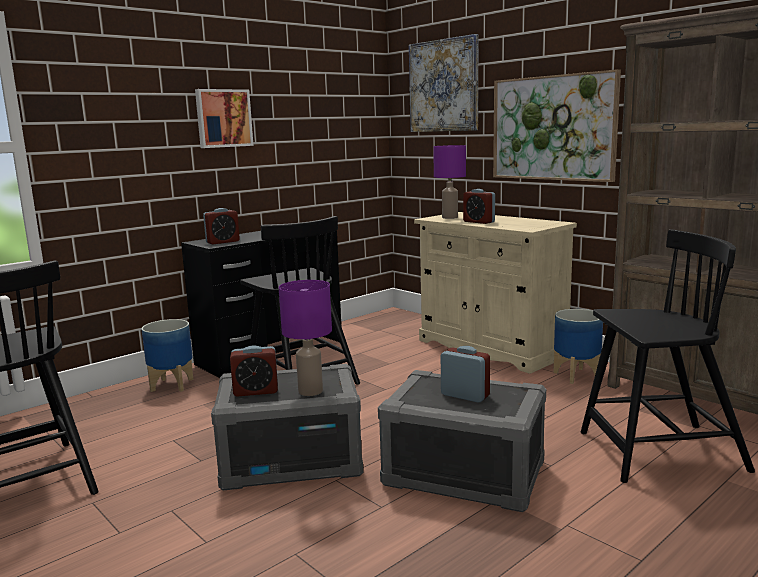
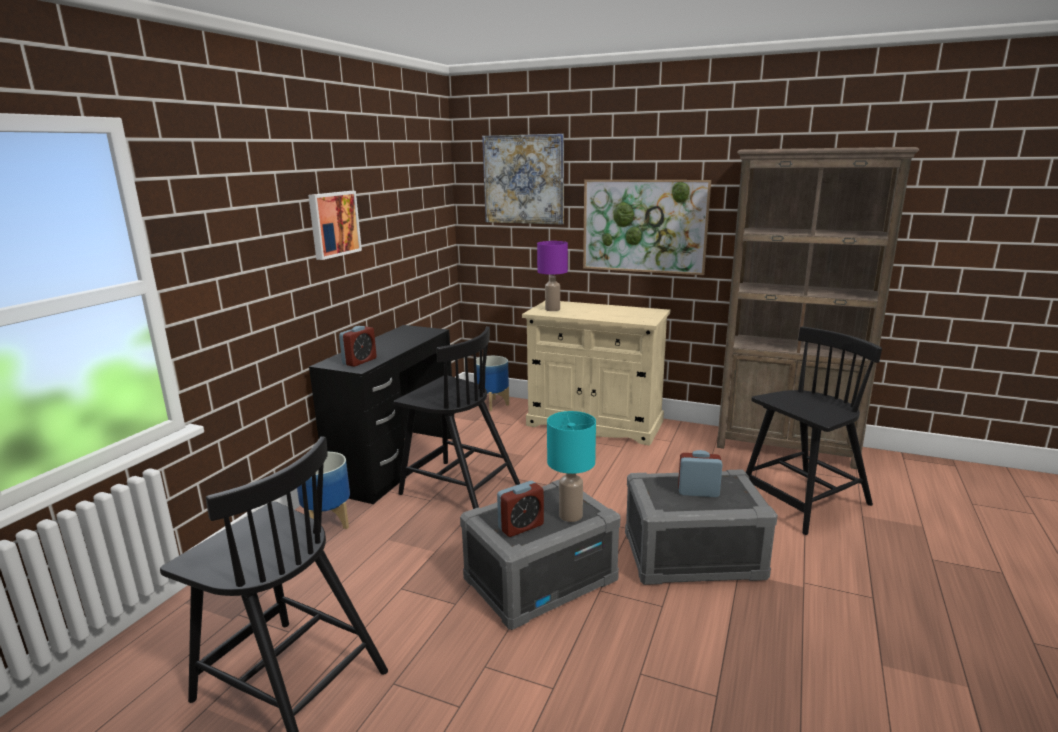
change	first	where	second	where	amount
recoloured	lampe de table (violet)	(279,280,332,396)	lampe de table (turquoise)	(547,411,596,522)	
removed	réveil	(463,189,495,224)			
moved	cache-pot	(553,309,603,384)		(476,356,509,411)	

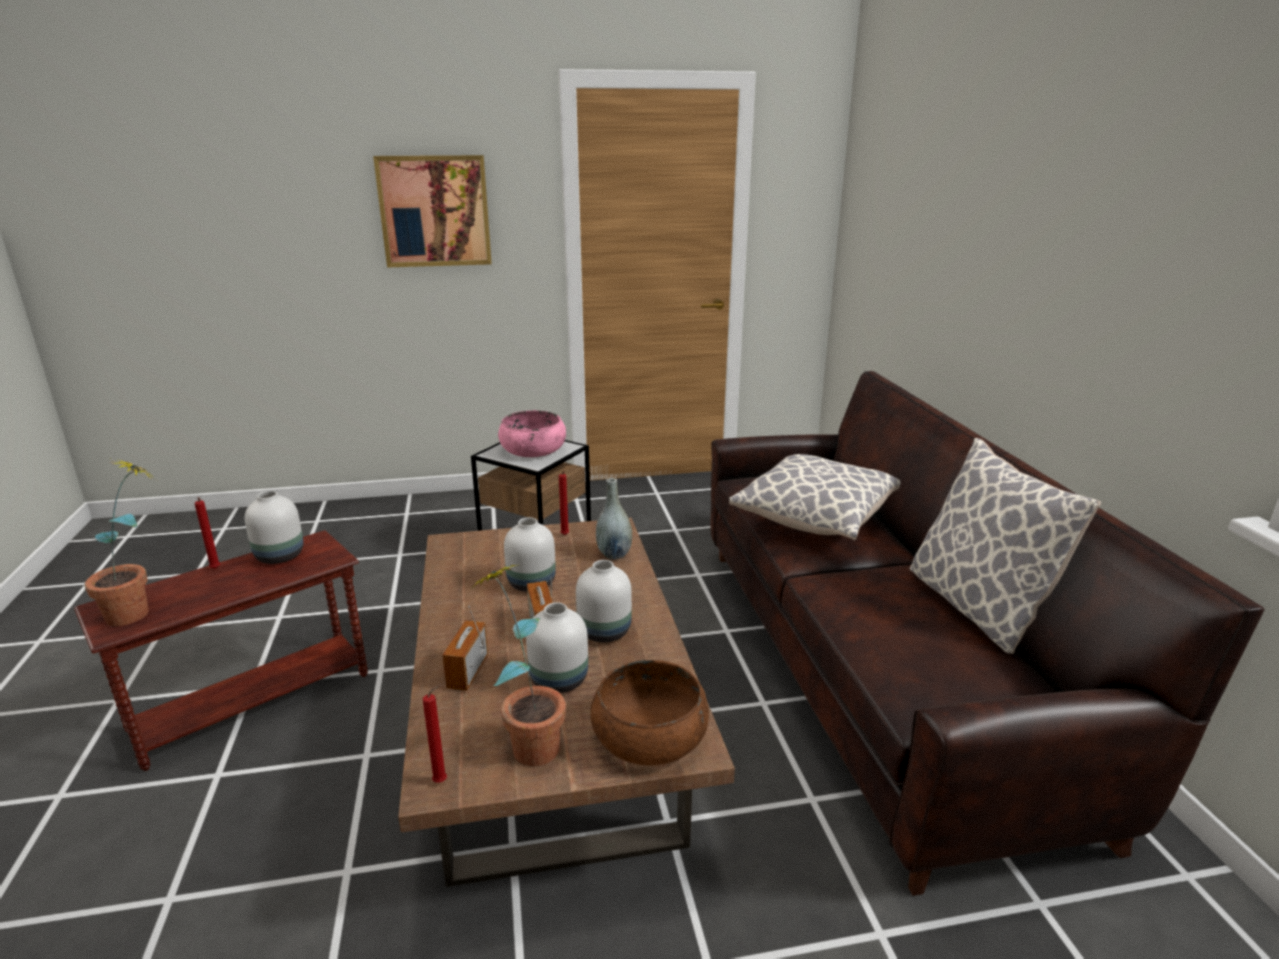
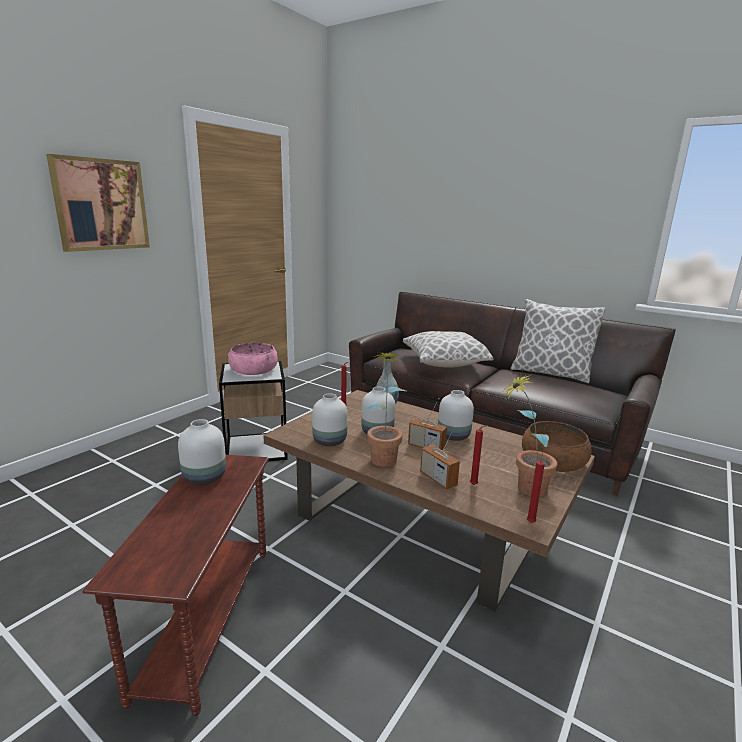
change	first	where	second	where	amount
moved	plante en pot	(84,459,155,626)		(364,352,406,467)	
moved	bougie (rouge)	(194,497,220,569)		(470,425,488,485)	
moved	vase (blanc)	(526,602,588,693)		(312,394,348,446)	

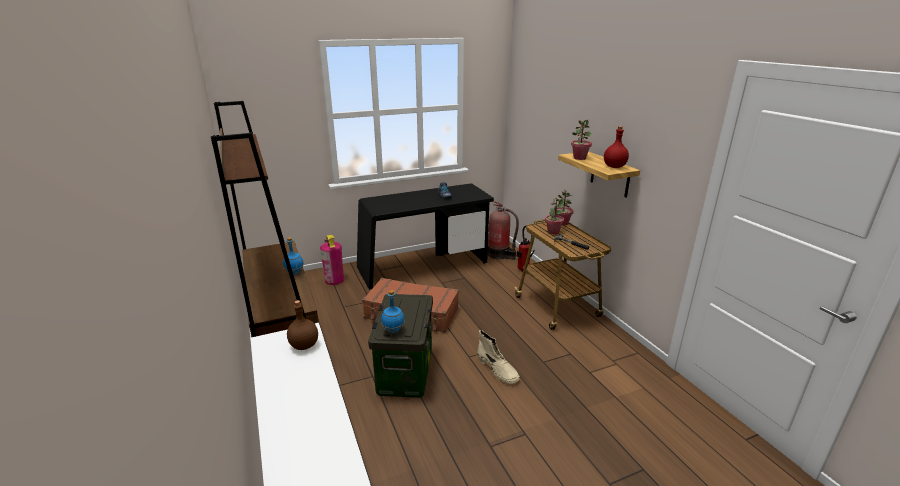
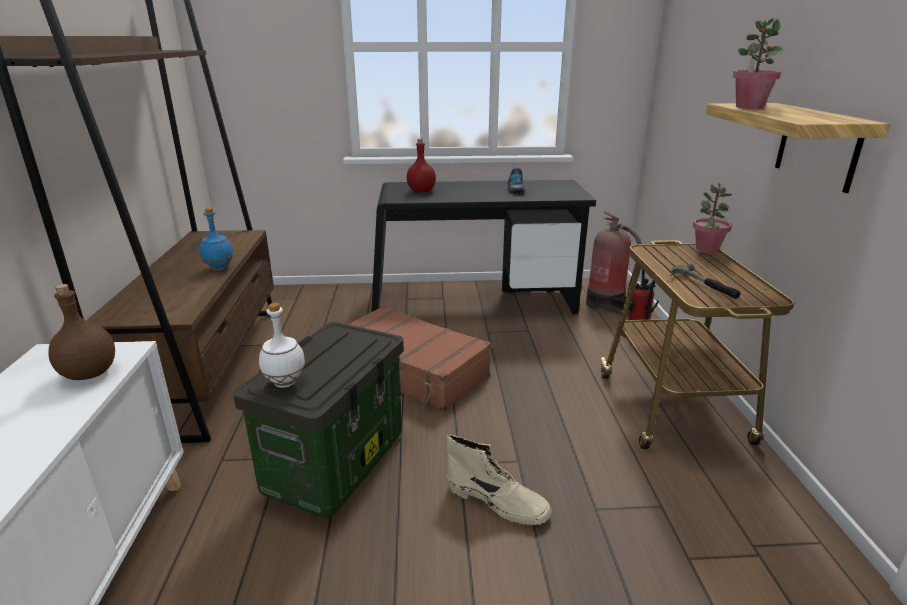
change	first	where	second	where	amount
removed	extincteur	(320,235,344,285)			
recoloured	bouteille (bleu)	(381,290,405,334)	bouteille (blanc)	(259,303,305,388)	
turned	botte (beige)	(478,330,520,384)		(447,435,552,525)	45 degrees counterclockwise
removed	plante en pot	(545,198,564,234)			
moved	bouteille (rouge)	(604,126,629,168)		(407,139,436,193)	

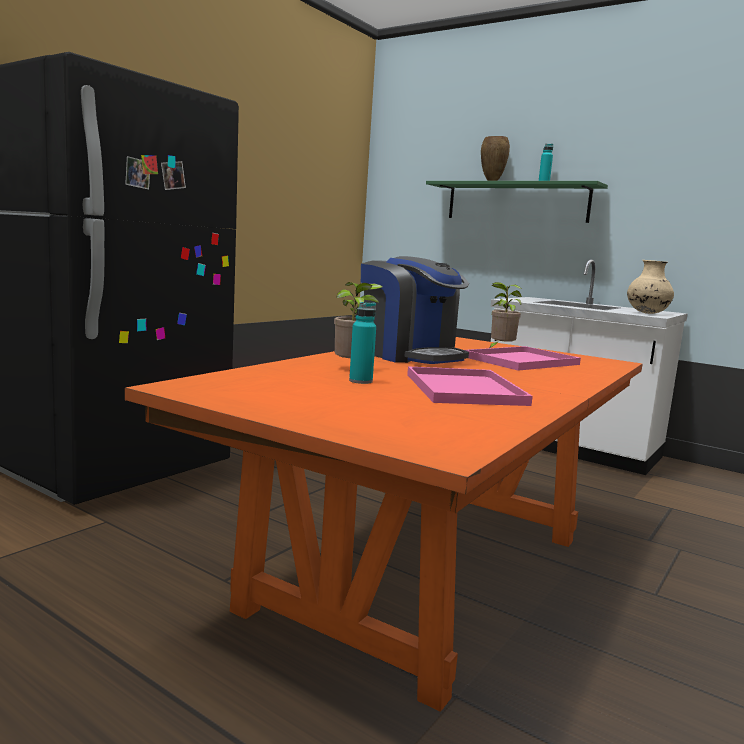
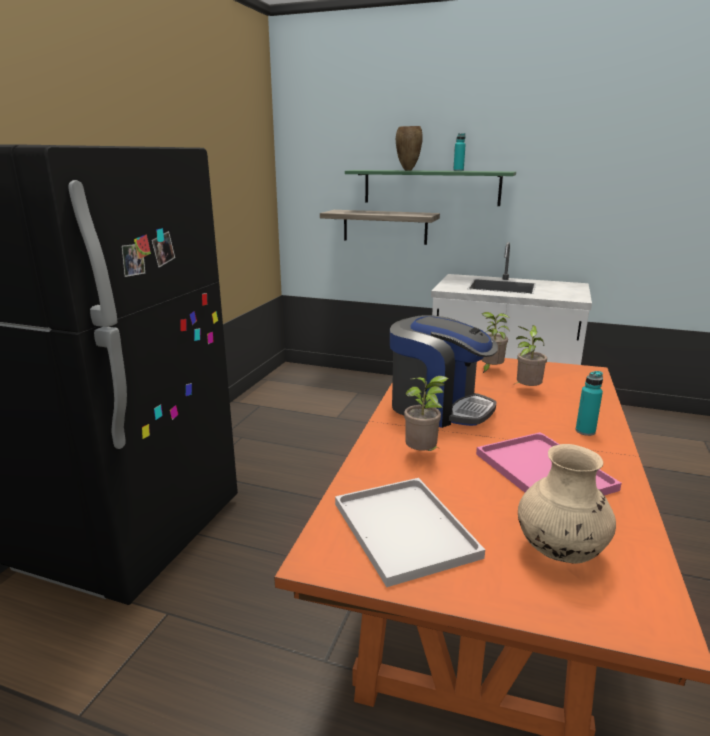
change	first	where	second	where	amount
moved	bouteille (turquoise)	(349,302,376,384)		(575,371,603,436)	
replaced	plateau (rose)	(465,346,581,371)	plante en pot	(513,325,547,386)	
moved	vase (beige)	(627,260,674,314)		(518,444,616,564)	
added			étagère	(320,210,440,245)	
added			plateau (blanc)	(335,478,485,587)	

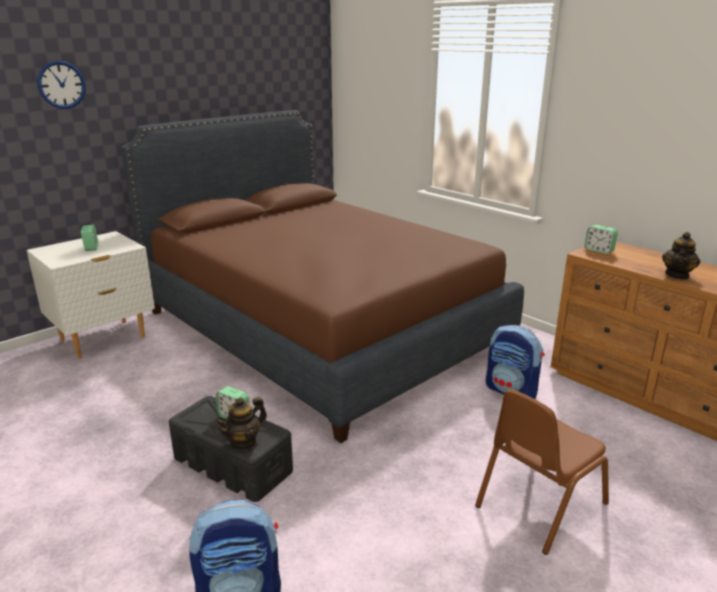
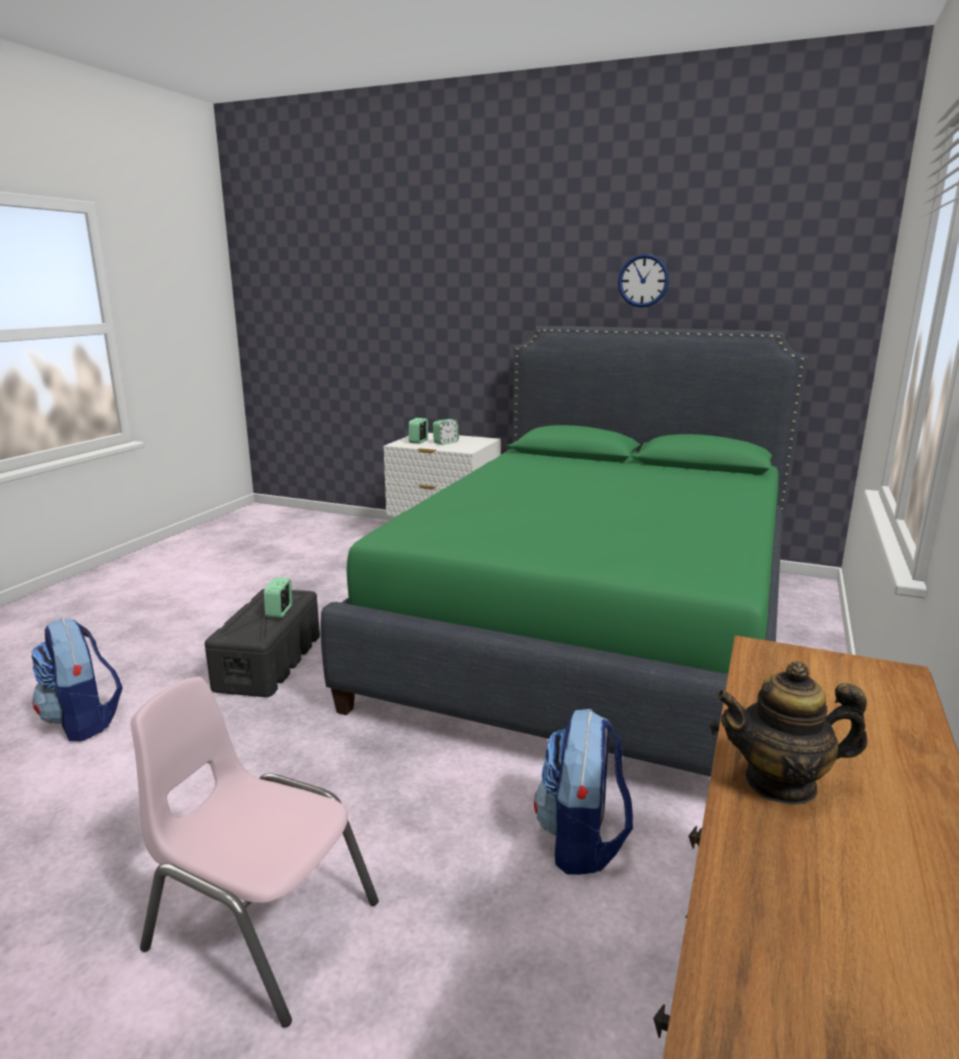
change	first	where	second	where	amount
moved	horloge murale	(37,61,86,109)		(618,254,669,308)	
recoloured	lit (marron)	(121,110,524,443)	lit (vert)	(320,326,808,777)	
removed	théière	(215,397,267,450)			
recoloured	chaise (marron)	(475,389,609,555)	chaise (rose)	(131,677,379,1028)	
moved	réveil	(585,225,618,254)		(409,418,428,444)	

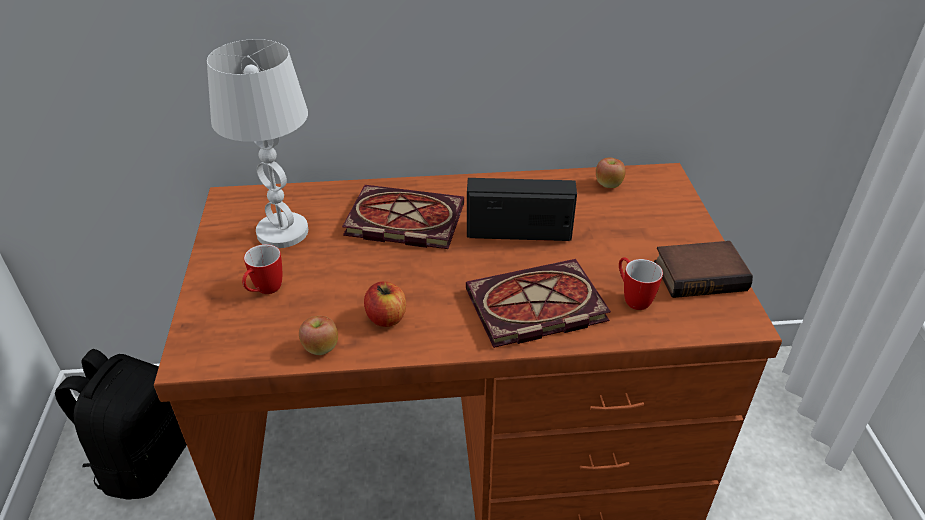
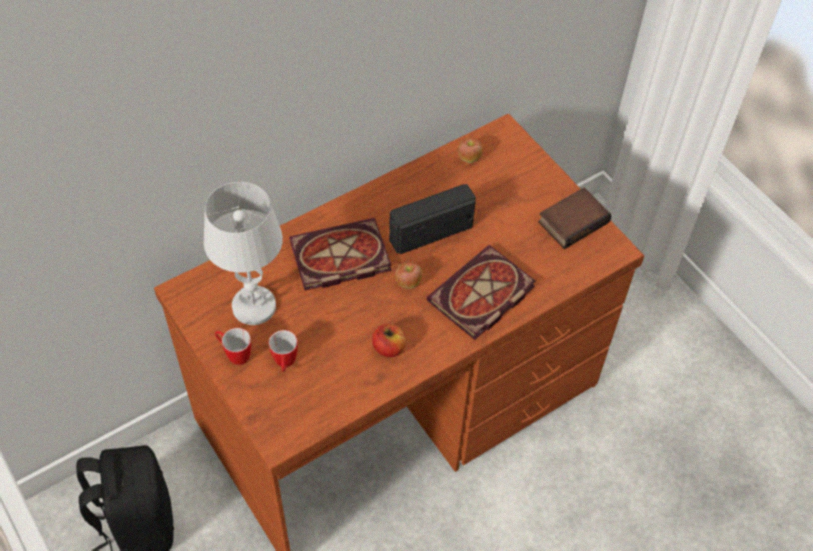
change	first	where	second	where	amount
moved	pomme	(299,316,338,355)		(395,261,422,289)	
moved	mug	(619,257,663,310)		(215,328,251,365)	

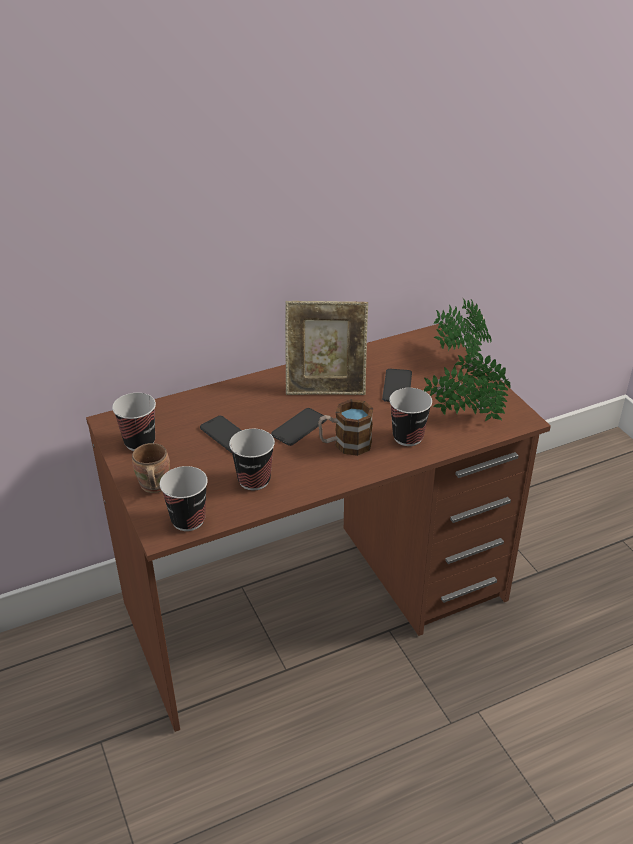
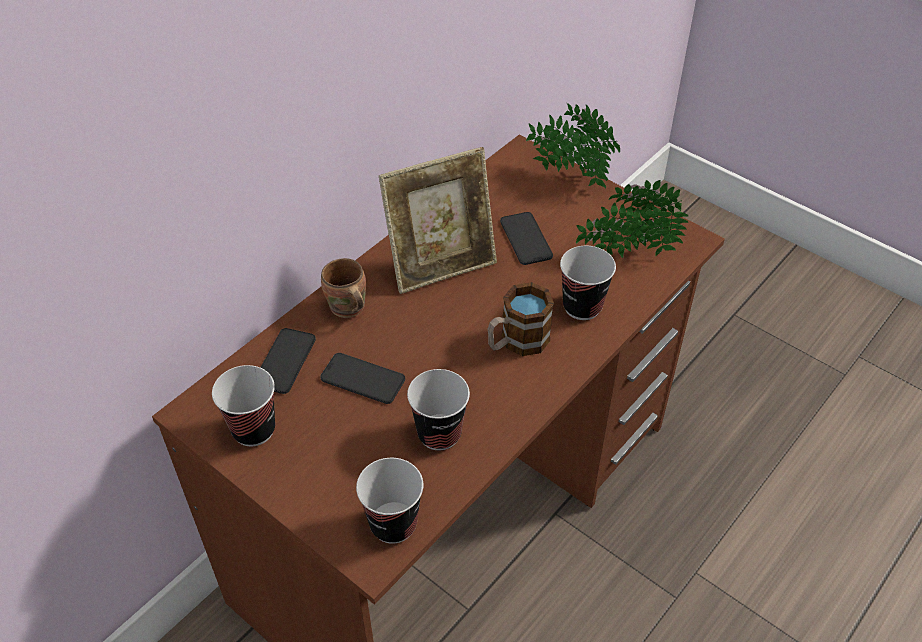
change	first	where	second	where	amount
moved	mug (marron)	(132,443,170,493)		(321,258,366,318)	
moved	téléphone	(271,408,327,446)		(260,328,316,394)	

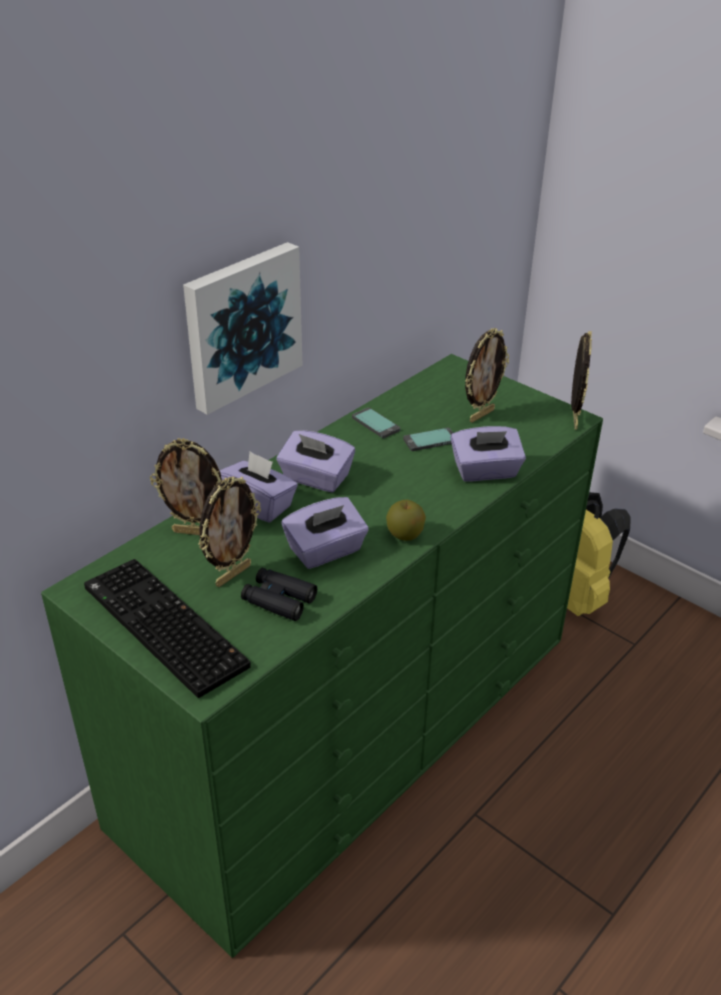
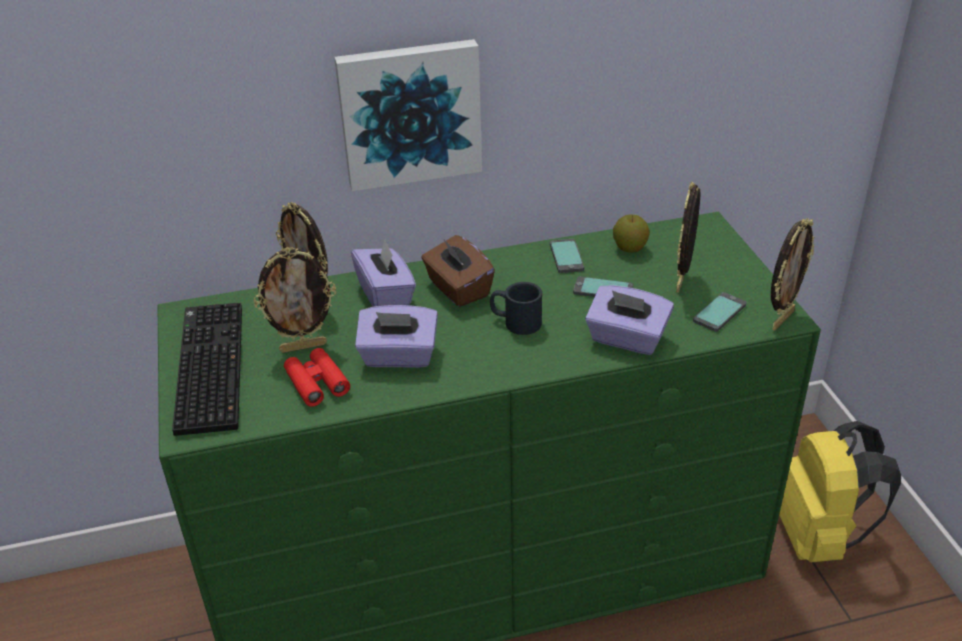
change	first	where	second	where	amount
recoloured	jumelles (noir)	(241,568,317,621)	jumelles (rouge)	(284,348,350,407)	
recoloured	boîte à mouchoirs (violet)	(277,430,355,493)	boîte à mouchoirs (marron)	(421,235,495,307)	
moved	pomme	(386,499,426,541)		(613,214,650,253)	
turned	cadre photo	(465,328,509,423)		(676,182,700,293)	120 degrees clockwise
added			mug (noir)	(490,282,542,335)	
added			téléphone	(693,292,747,332)	

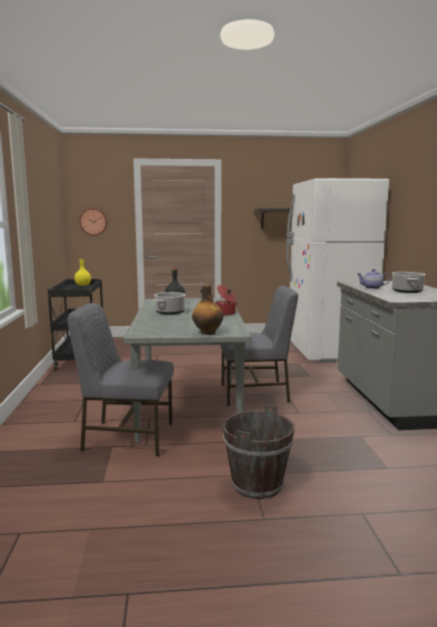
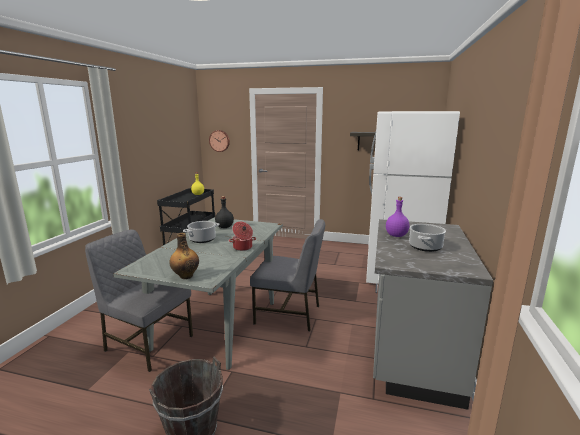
change	first	where	second	where	amount
replaced	théière	(358,269,390,289)	bouteille (violet)	(386,197,409,237)	

